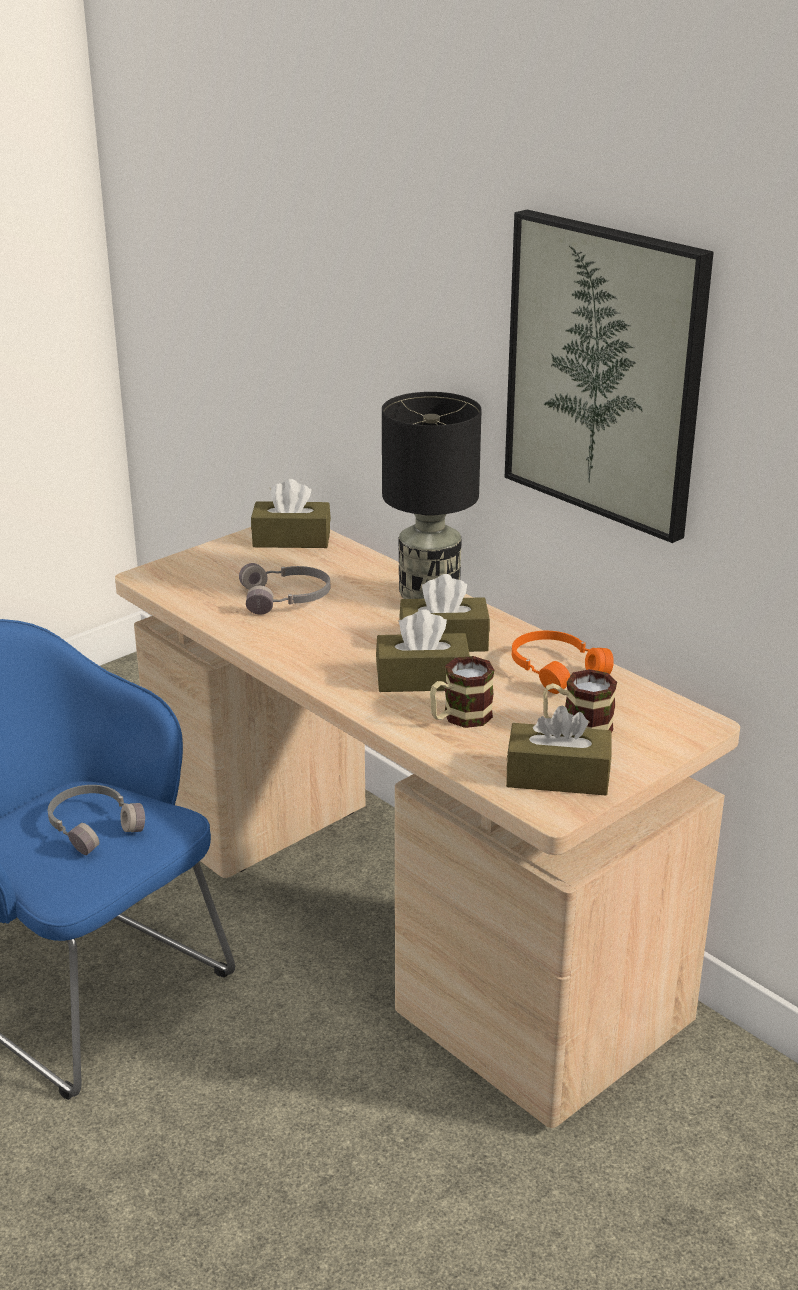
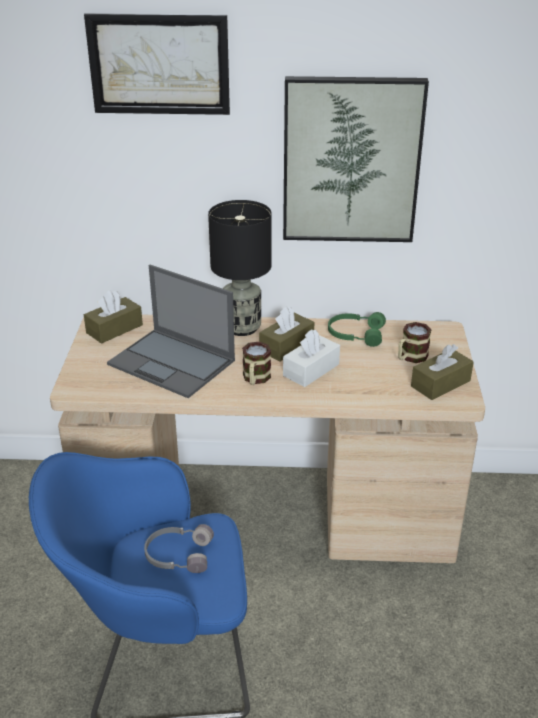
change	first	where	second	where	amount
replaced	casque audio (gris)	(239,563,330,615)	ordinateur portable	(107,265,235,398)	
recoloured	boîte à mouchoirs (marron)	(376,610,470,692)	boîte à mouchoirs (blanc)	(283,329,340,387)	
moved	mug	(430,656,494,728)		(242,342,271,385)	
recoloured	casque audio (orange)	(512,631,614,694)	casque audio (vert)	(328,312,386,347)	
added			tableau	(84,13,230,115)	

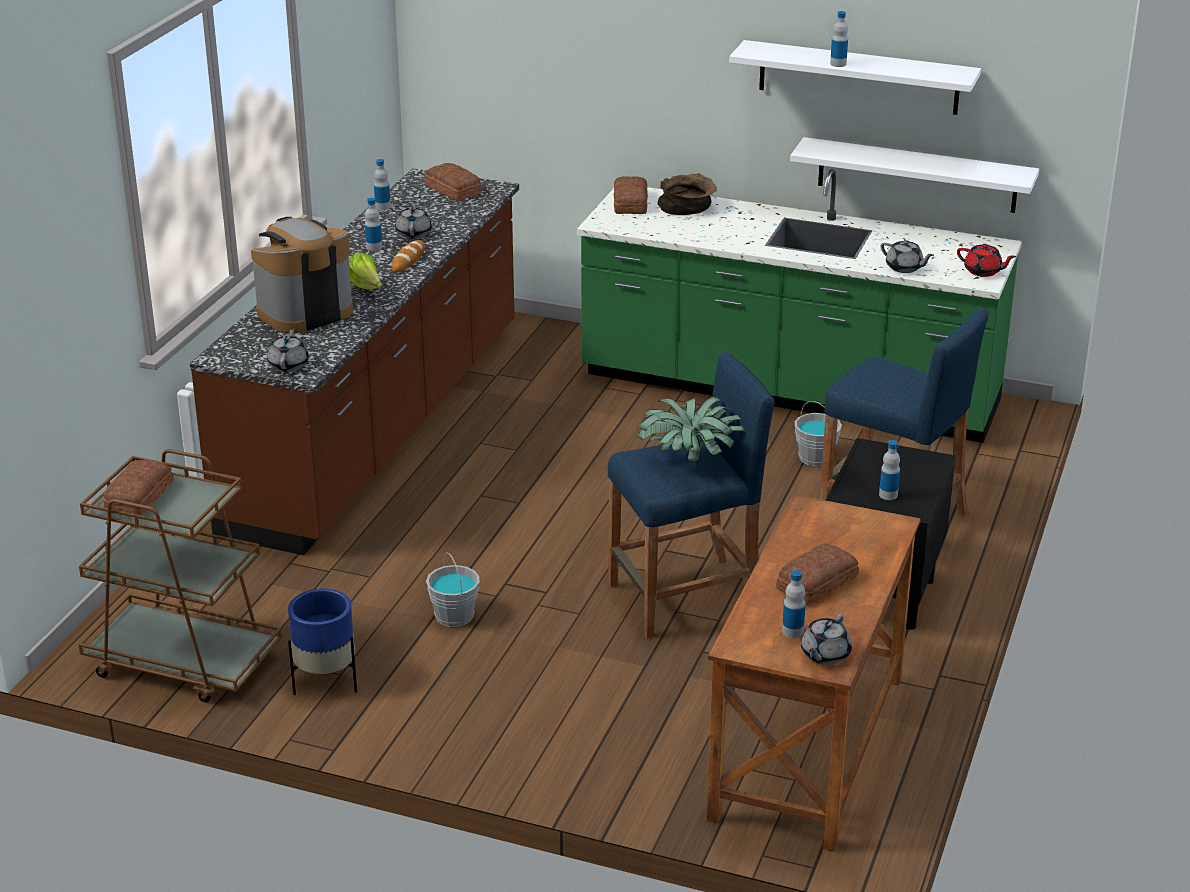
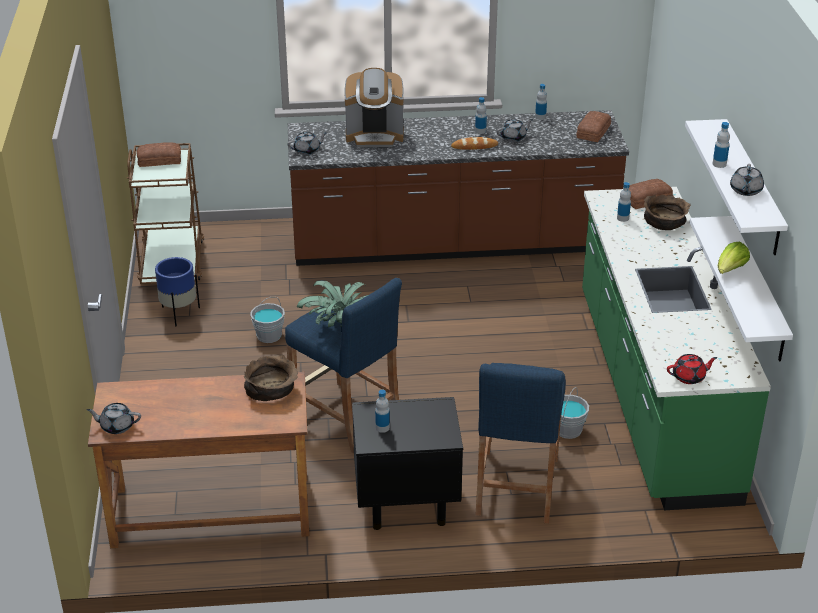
change	first	where	second	where	amount
turned	machine à café	(251,217,353,333)		(345,68,404,147)	150 degrees clockwise
moved	laitue	(349,253,382,289)		(718,242,750,274)	
removed	pain	(776,543,859,605)			
moved	bouteille	(782,570,806,638)		(617,182,631,222)	
moved	théière (gris)	(881,240,934,273)		(730,164,764,196)	
turned	théière (rouge)	(957,244,1016,277)		(667,354,718,384)	105 degrees counterclockwise
added			bol (marron)	(244,355,298,401)	

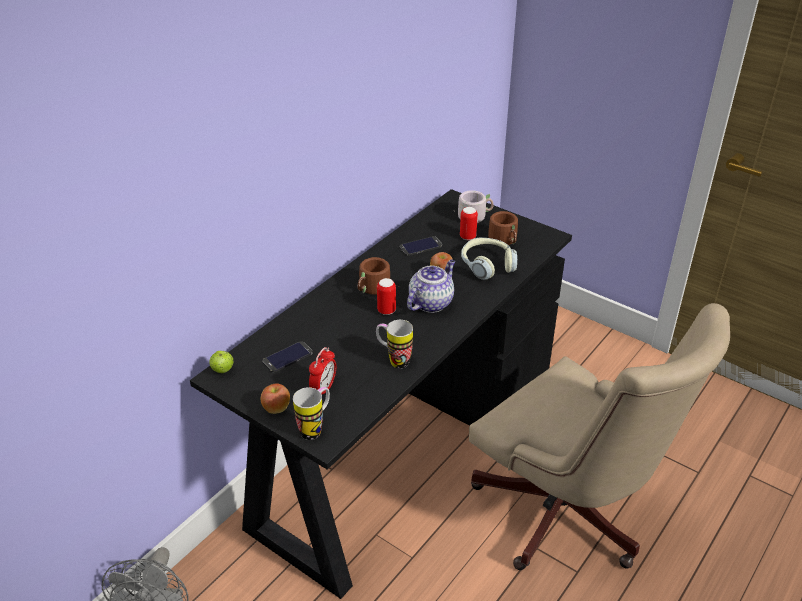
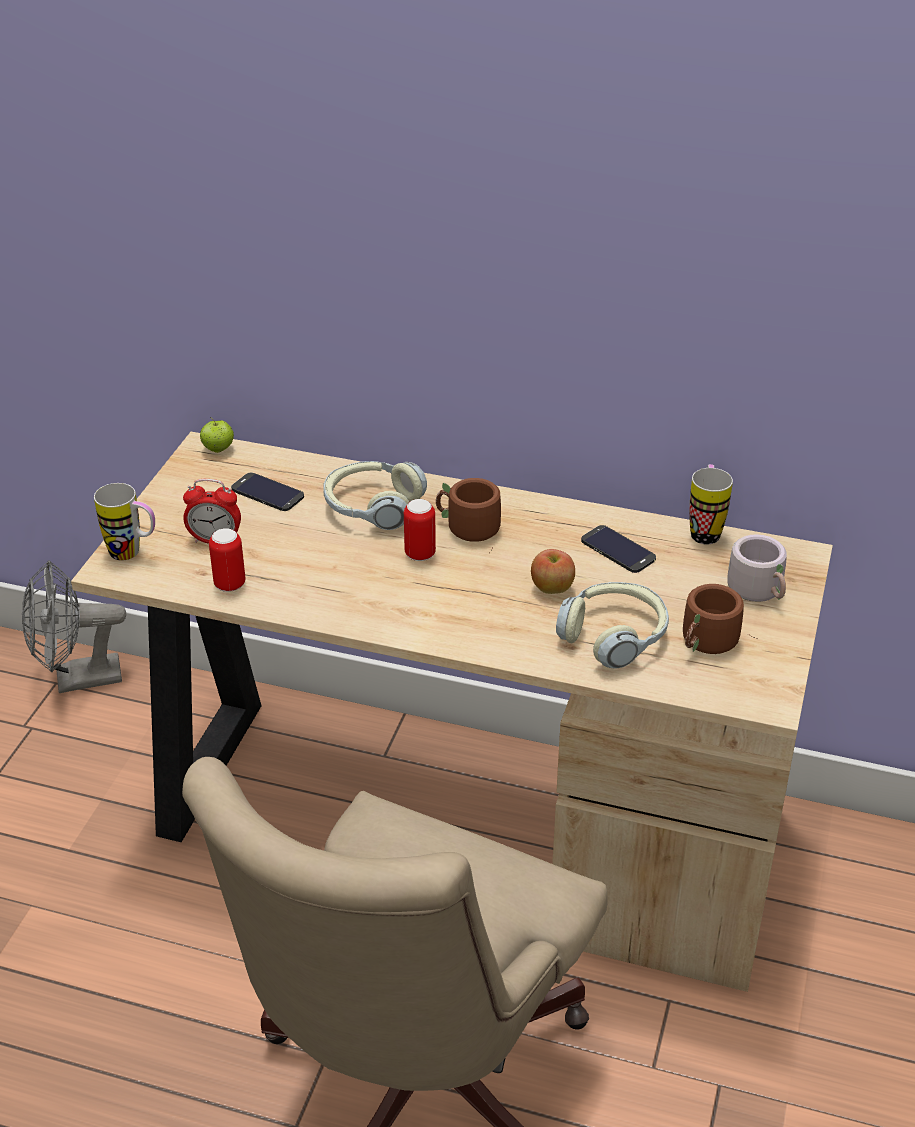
change	first	where	second	where	amount
recoloured	bureau (noir)	(190,189,572,599)	bureau (beige)	(71,432,833,992)	
removed	pomme	(261,383,290,414)			
moved	mug	(376,320,413,368)		(689,464,733,545)	
removed	théière	(407,260,455,313)			
moved	boîte métallique	(460,207,478,240)		(209,528,246,592)	
added			casque audio	(323,461,427,530)	

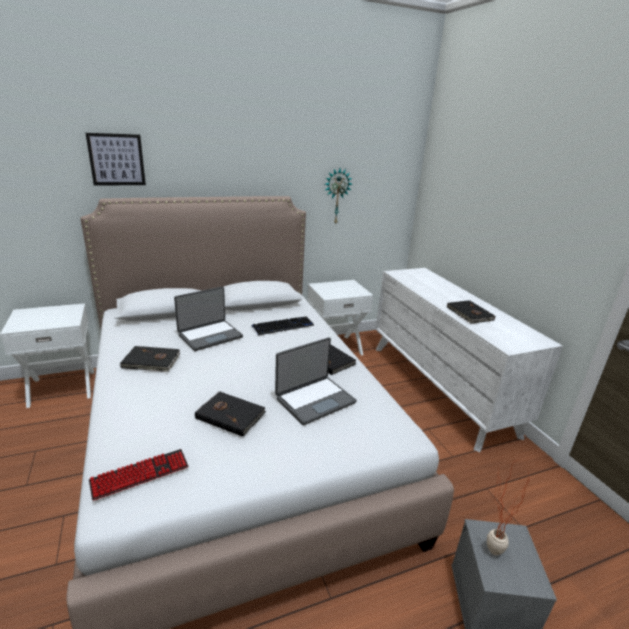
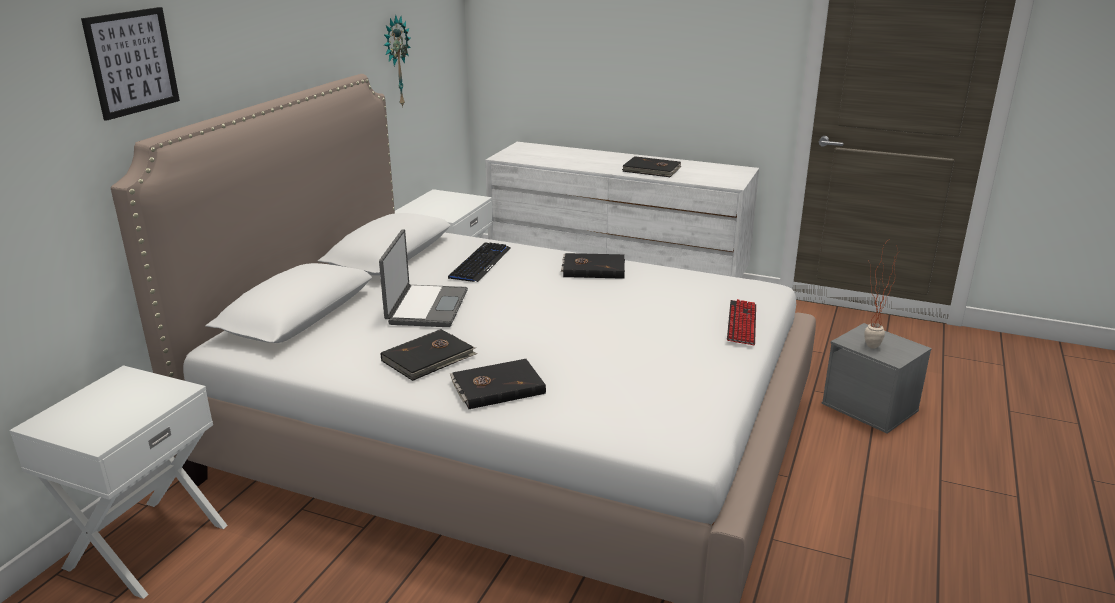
change	first	where	second	where	amount
moved	clavier	(89,449,188,501)		(727,299,756,345)	
moved	livre (noir)	(195,391,266,437)		(450,359,546,409)	
removed	ordinateur portable	(275,337,357,425)			

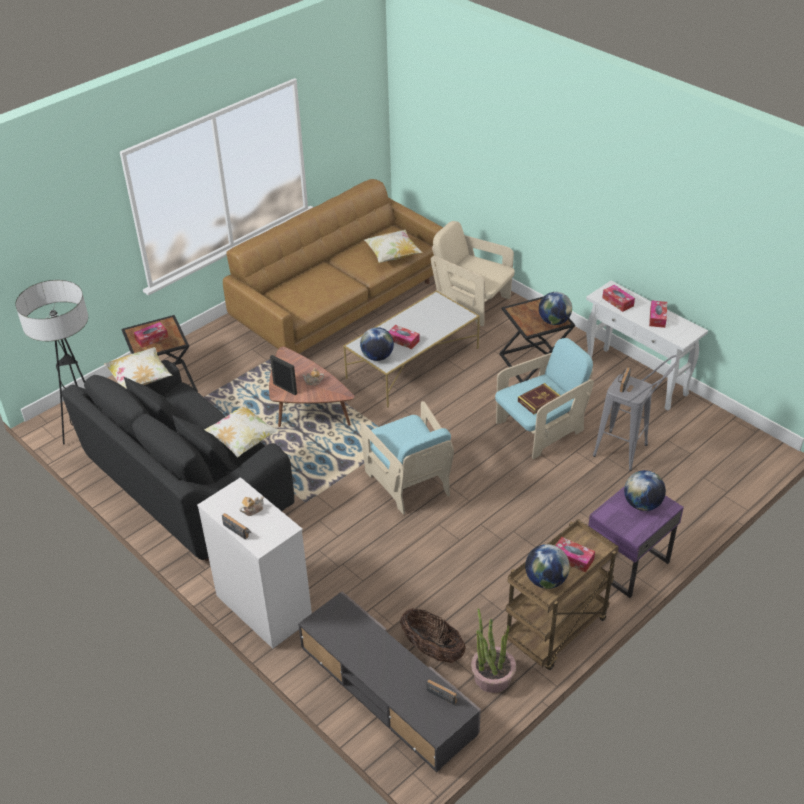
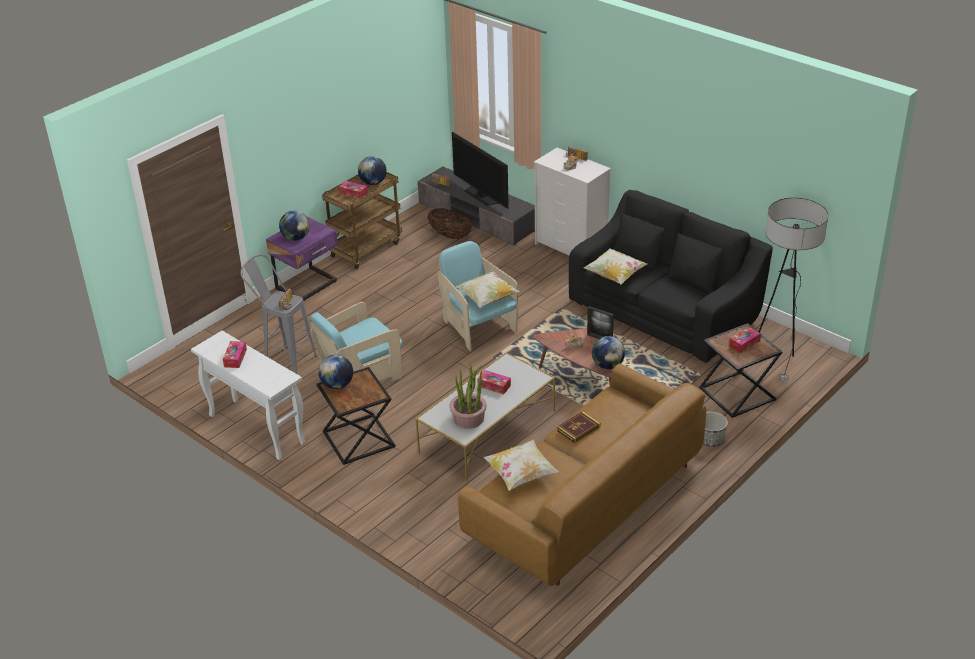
change	first	where	second	where	amount
moved	coussin	(104,347,172,389)		(455,271,520,308)	
moved	globe	(360,327,394,361)		(592,336,625,369)	
removed	fauteuil (beige)	(431,221,515,326)			
moved	plante en pot	(471,608,516,693)		(449,365,487,429)	
moved	livre	(518,383,560,414)		(557,411,600,444)	
removed	boîte à mouchoirs	(602,285,635,312)			
added			téléviseur	(452,131,509,209)	
added			cache-pot	(703,412,728,447)	

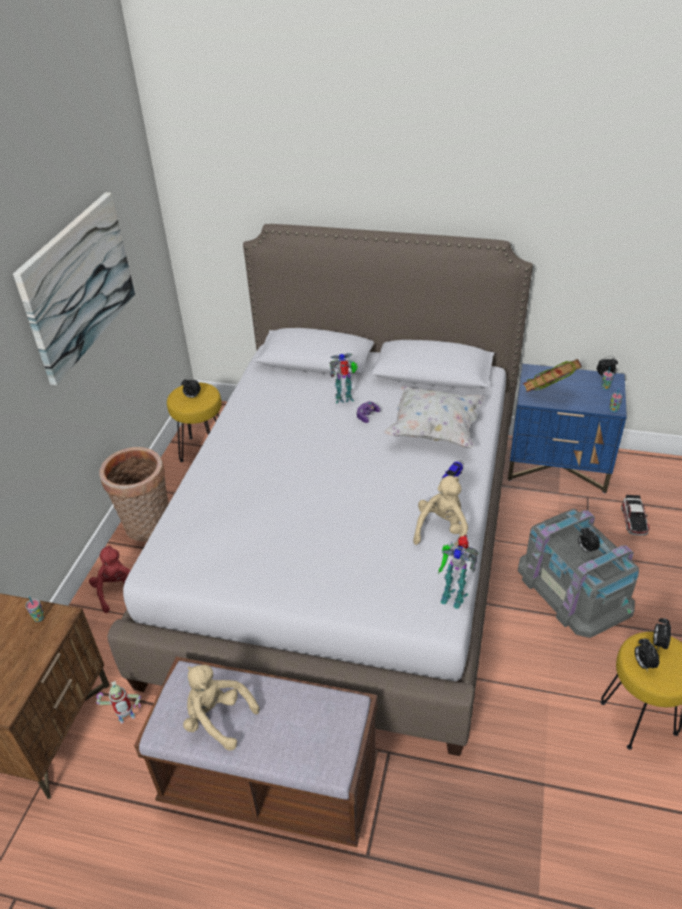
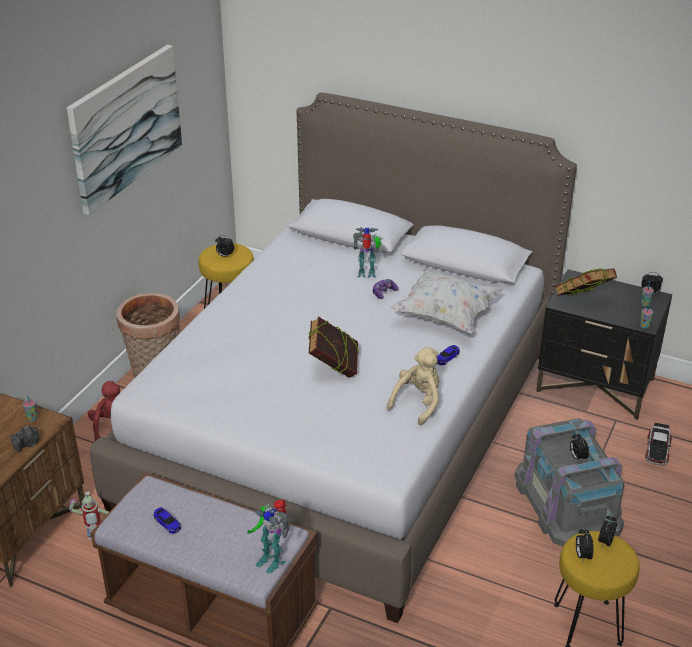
change	first	where	second	where	amount
replaced	peluche (beige)	(183,665,260,751)	petite voiture	(153,507,181,534)	
moved	robot jouet	(437,535,478,609)		(247,499,290,574)	
recoloured	table de chevet (bleu)	(508,364,627,494)	table de chevet (noir)	(536,269,672,420)	
added			appareil photo	(11,425,39,452)	
added			livre	(309,316,359,378)	

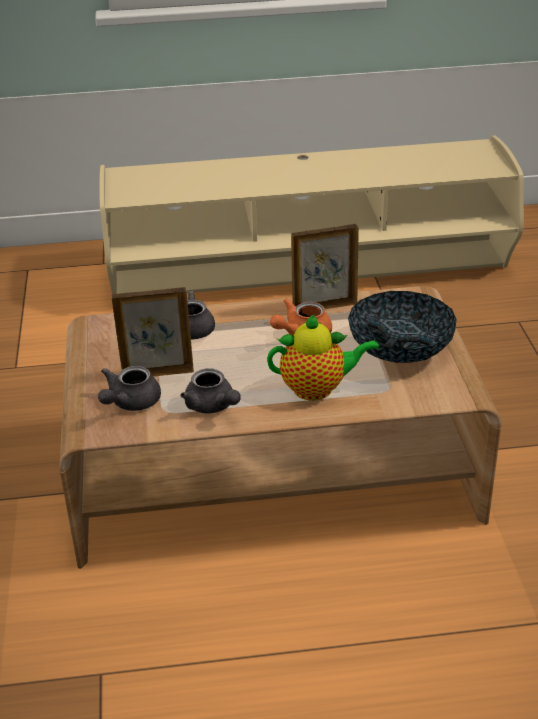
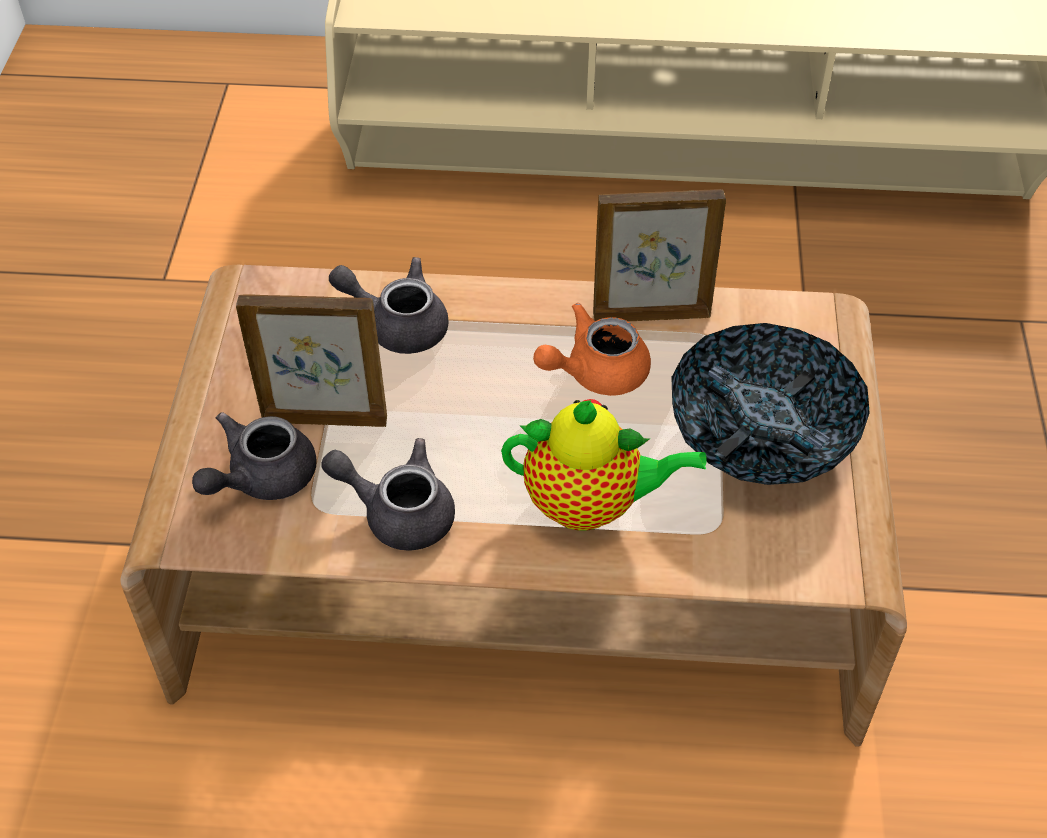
change	first	where	second	where	amount
turned	théière (gris)	(180,368,240,414)		(321,438,455,551)	135 degrees clockwise

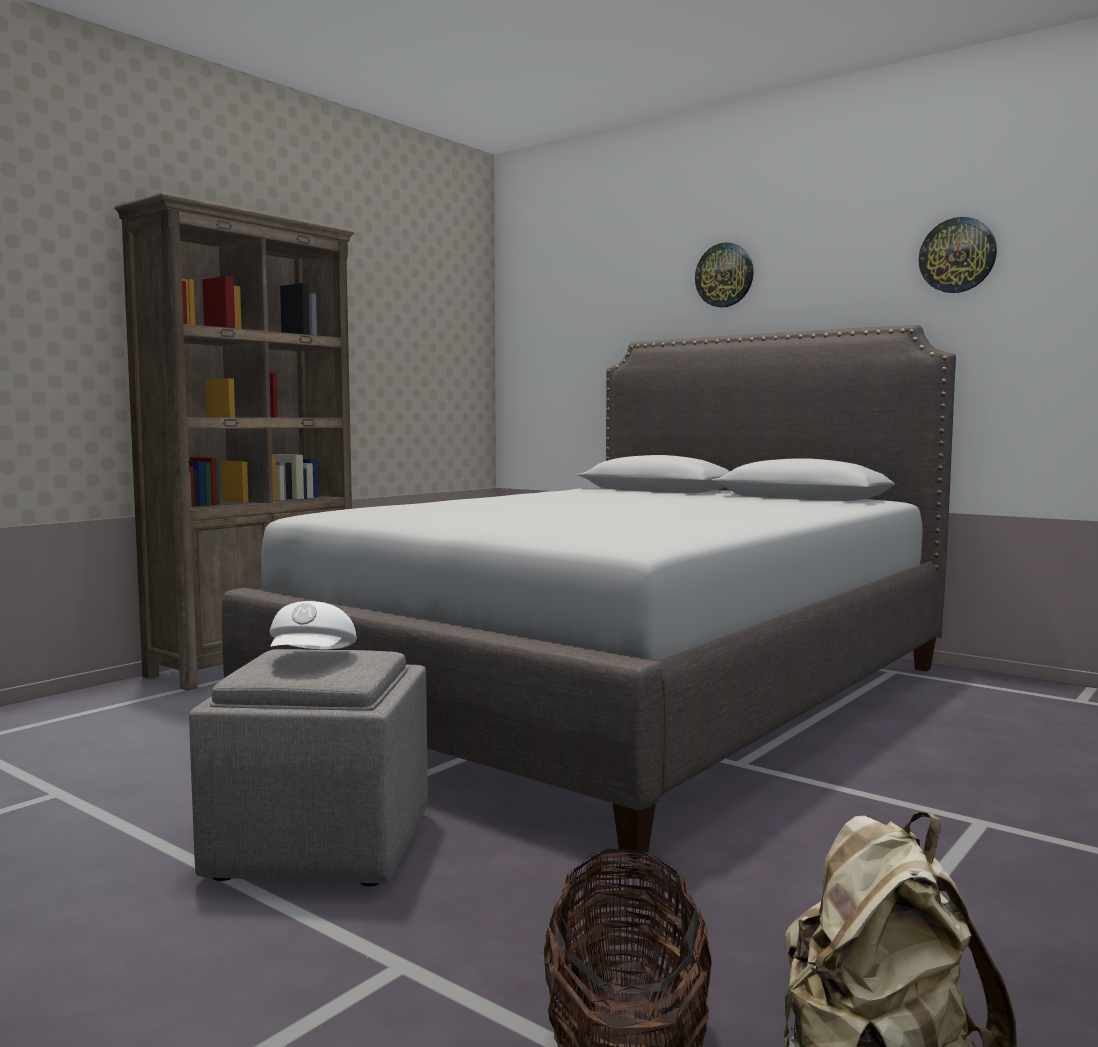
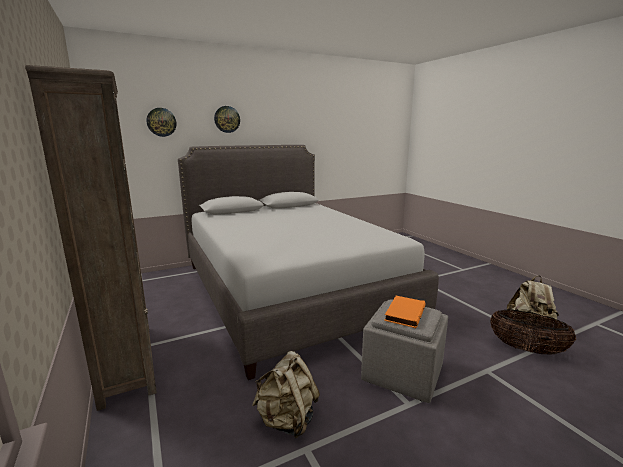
change	first	where	second	where	amount
replaced	casquette (blanc)	(270,601,357,650)	livre (orange)	(384,296,425,328)	
moved	horloge murale	(918,217,997,293)		(146,108,177,137)	
added			sac à dos (beige)	(252,351,320,438)	

